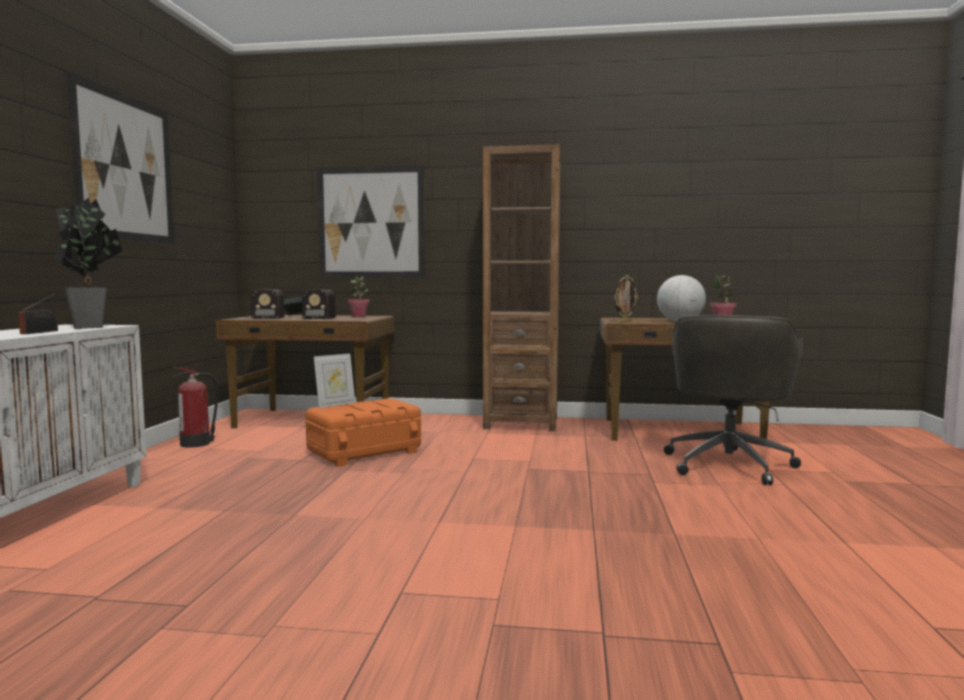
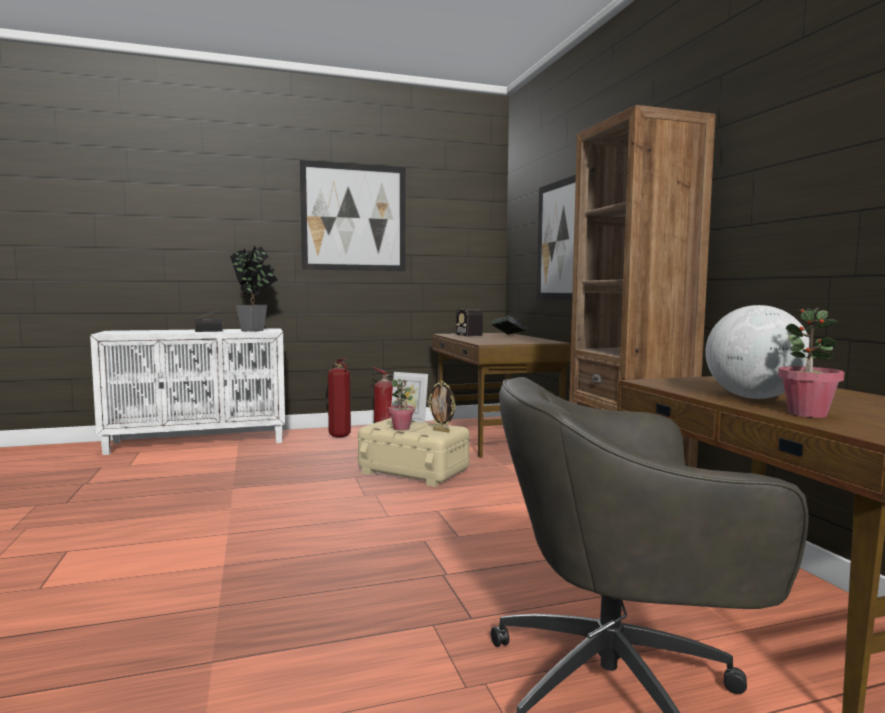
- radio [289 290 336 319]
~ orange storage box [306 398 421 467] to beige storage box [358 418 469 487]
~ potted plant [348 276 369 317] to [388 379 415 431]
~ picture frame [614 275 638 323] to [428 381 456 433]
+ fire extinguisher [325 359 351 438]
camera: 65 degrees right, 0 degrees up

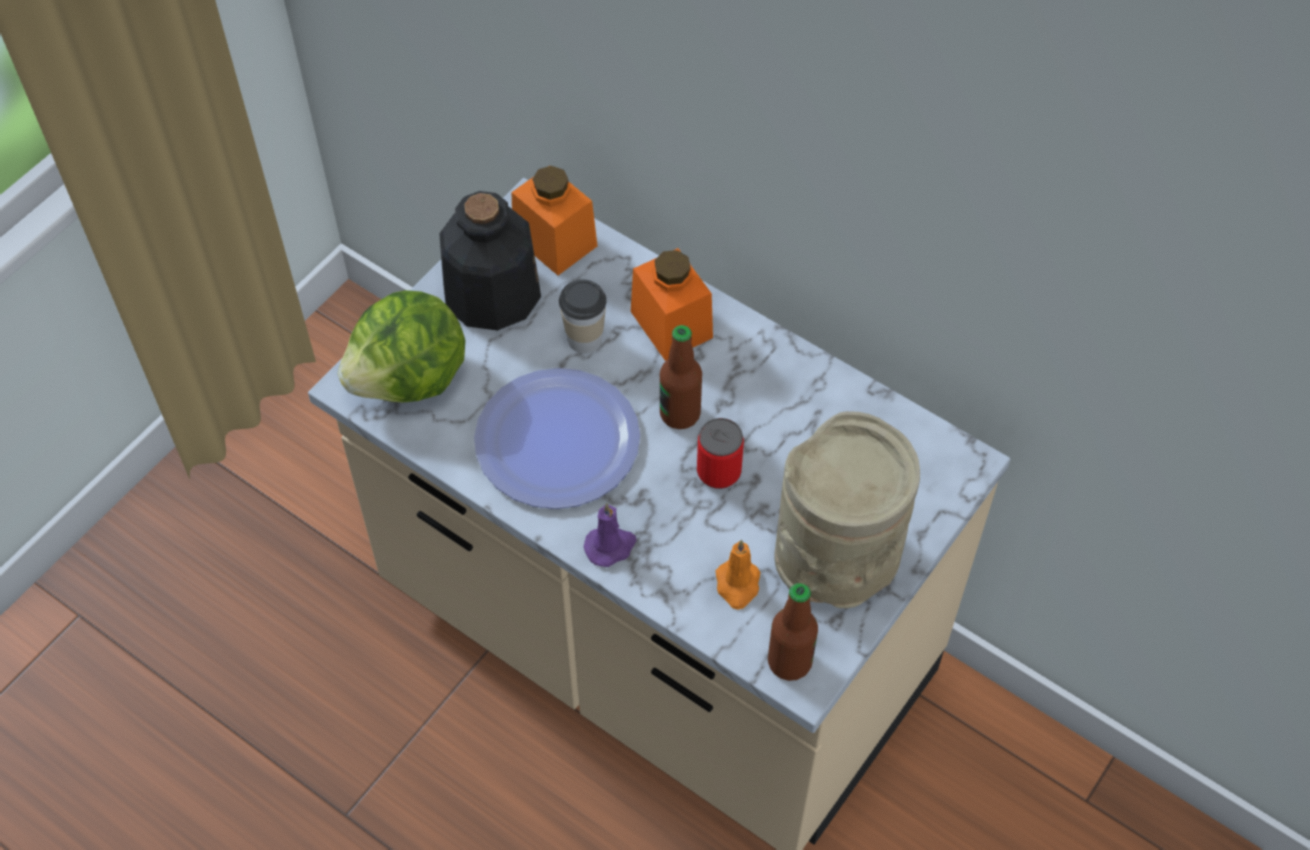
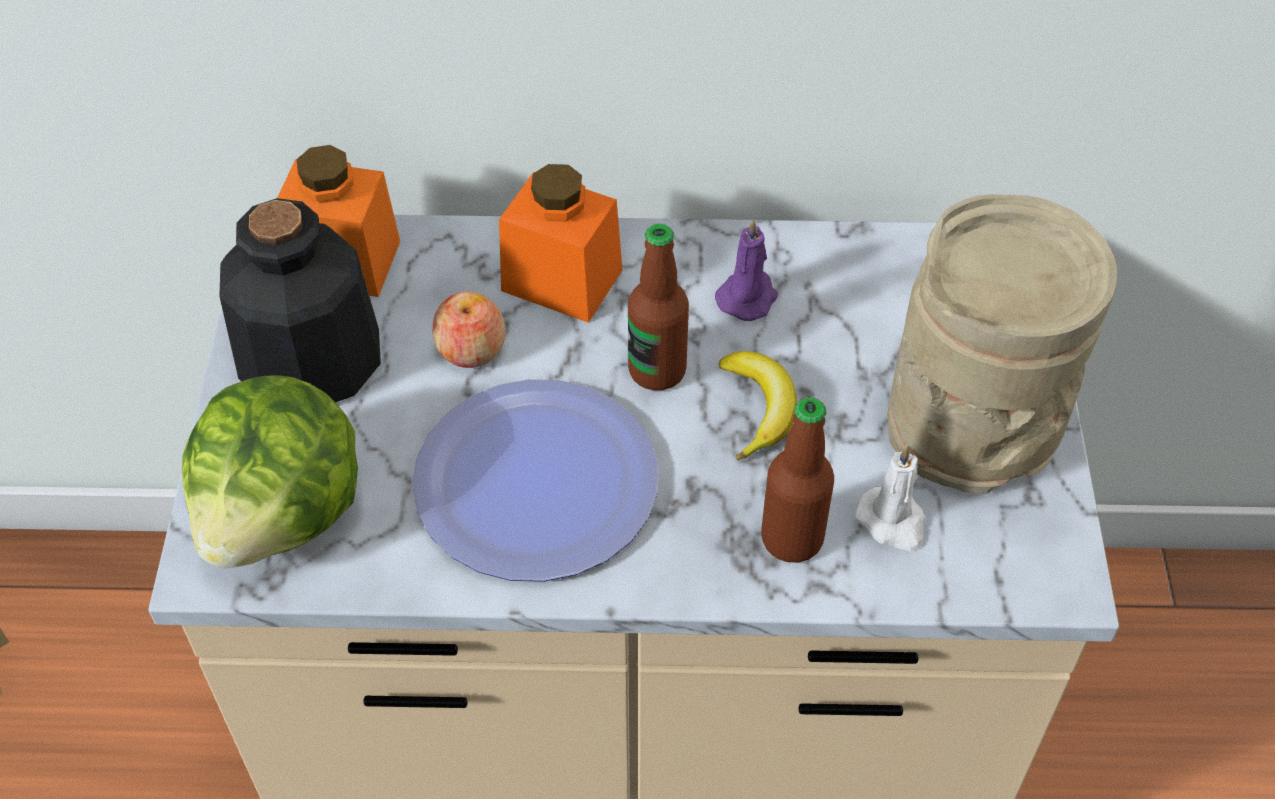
~ cup [559 279 607 353] to apple [432 291 506 368]
~ purple candle [584 503 636 567] to [715 218 778 321]
~ can [697 418 744 489] to banana [718 351 797 460]
~ orange candle [716 540 761 610] to white candle [855 444 926 551]
~ bottle [768 583 818 681] to [761 397 834 563]
camera: 35 degrees left, 5 degrees down

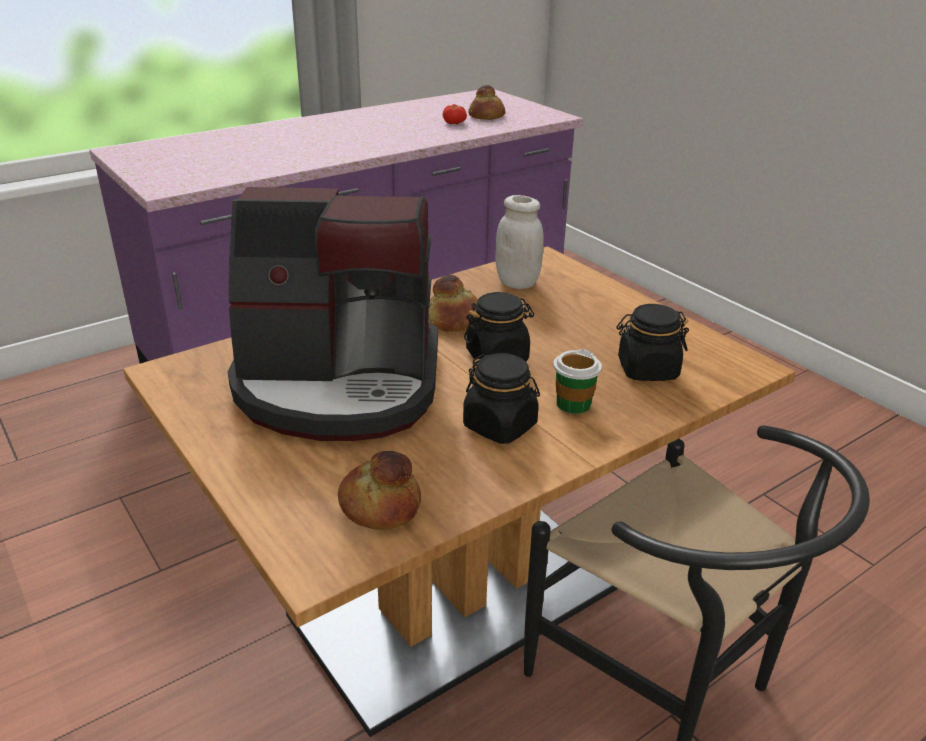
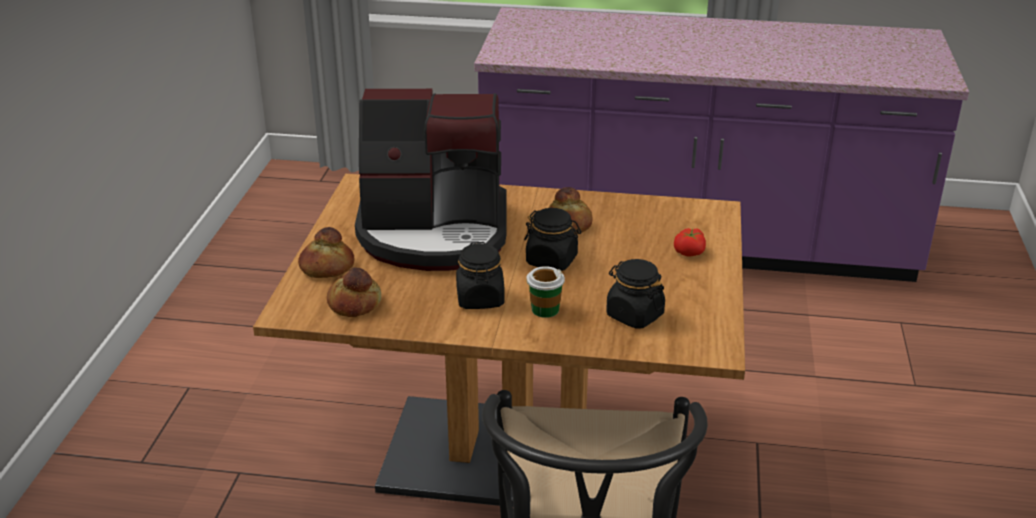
~ coffee machine [228 187 438 441] = [355 89 507 271] 45 degrees counterclockwise
~ tomato [443 104 467 124] to [674 228 706 256]
~ bread [468 85 505 120] to [298 227 355 278]
- white jar [495 195 544 289]
camera: 45 degrees right, 0 degrees up

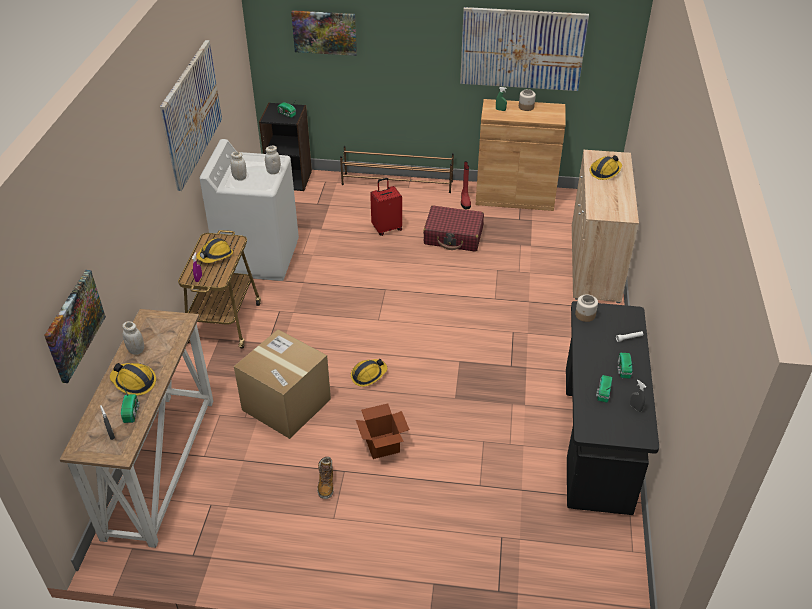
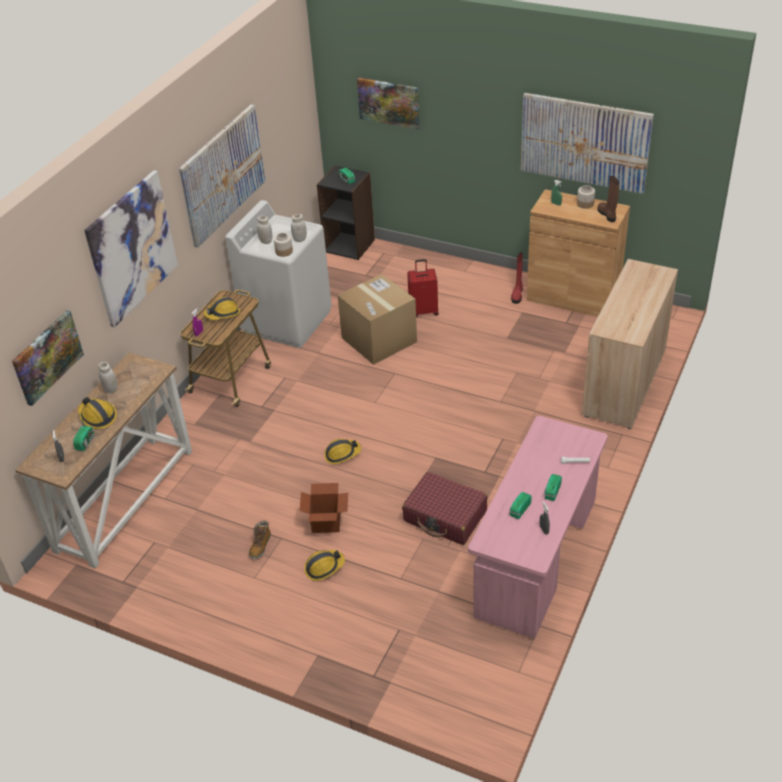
~ cardboard box [234 329 331 439] to [337 274 417 365]
- brown shoe rack [340 146 454 193]
~ red suitcase [423 205 484 252] to [402 472 488 545]
~ black desk [566 301 659 515] to pink desk [468 416 608 639]
~ jar [575 295 598 322] to [274 233 293 257]
~ hard hat [590 155 622 180] to [304 550 345 581]
+ picture [84 170 178 327]
+ brown boot [597 176 619 222]
camera: 20 degrees right, 0 degrees up

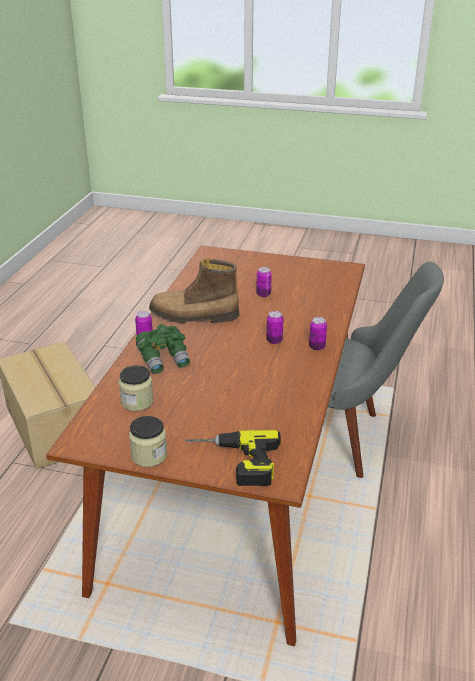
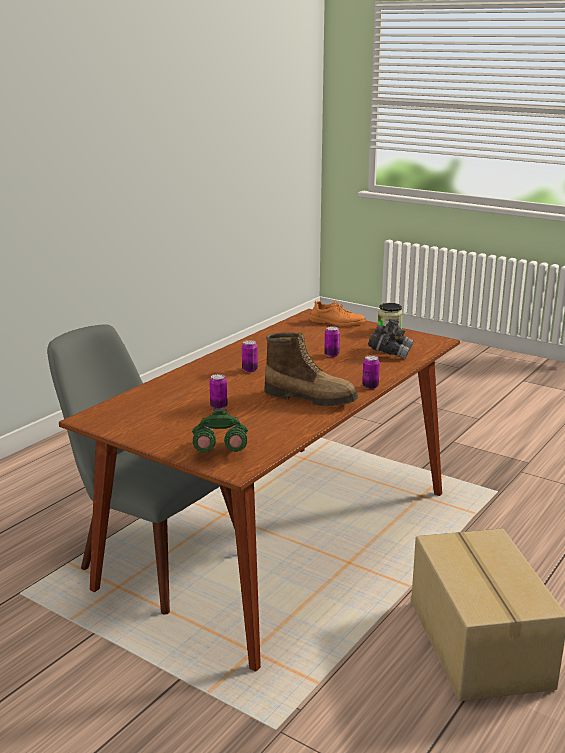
~ jar [119 365 154 411] to grey binoculars [368 319 414 359]
~ green binoculars [136 324 190 374] to [192 409 248 453]
~ power drill [185 430 281 486] to orange shoe [309 300 365 326]
~ can [309 317 327 350] to [324 326 340 357]
camera: 160 degrees left, 10 degrees down

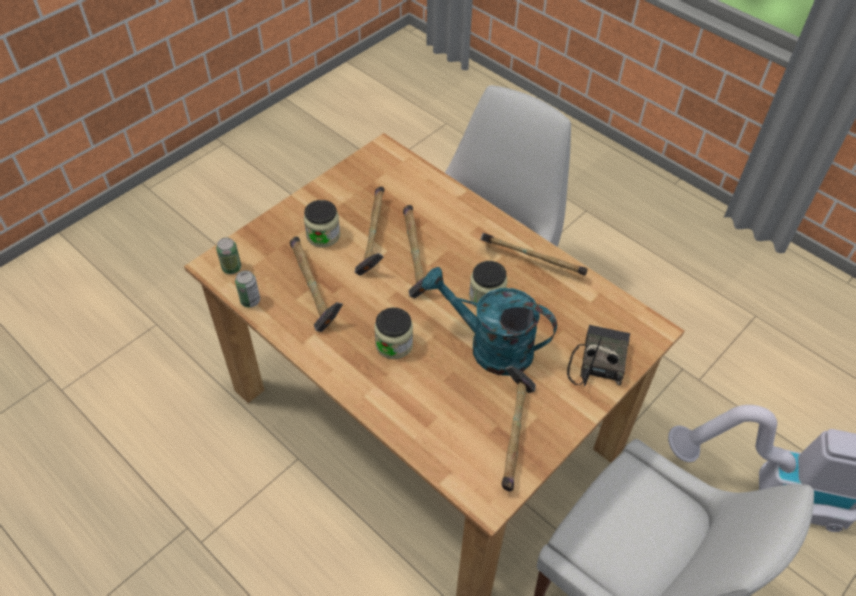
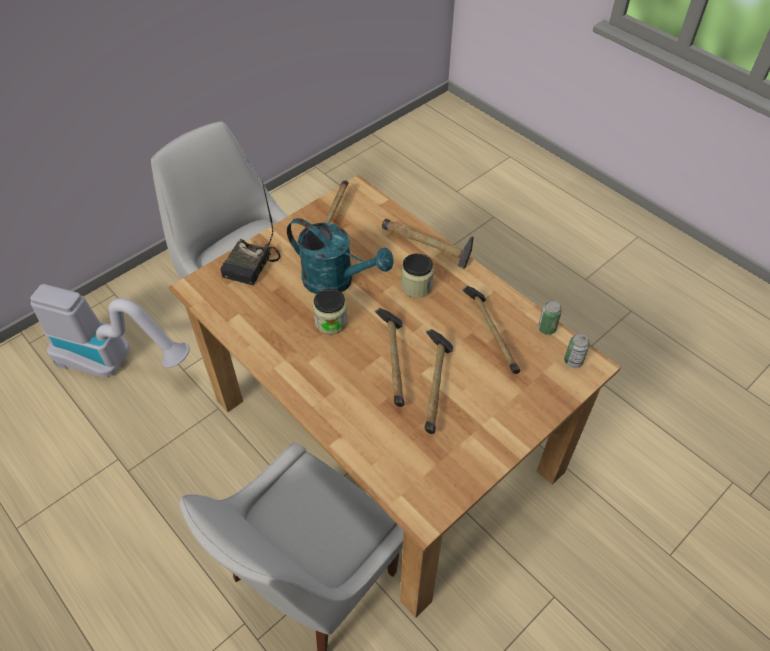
- jar [304 200 340 247]
~ hammer [480 233 588 275] to [382 219 474 269]
camera: 175 degrees left, 0 degrees up

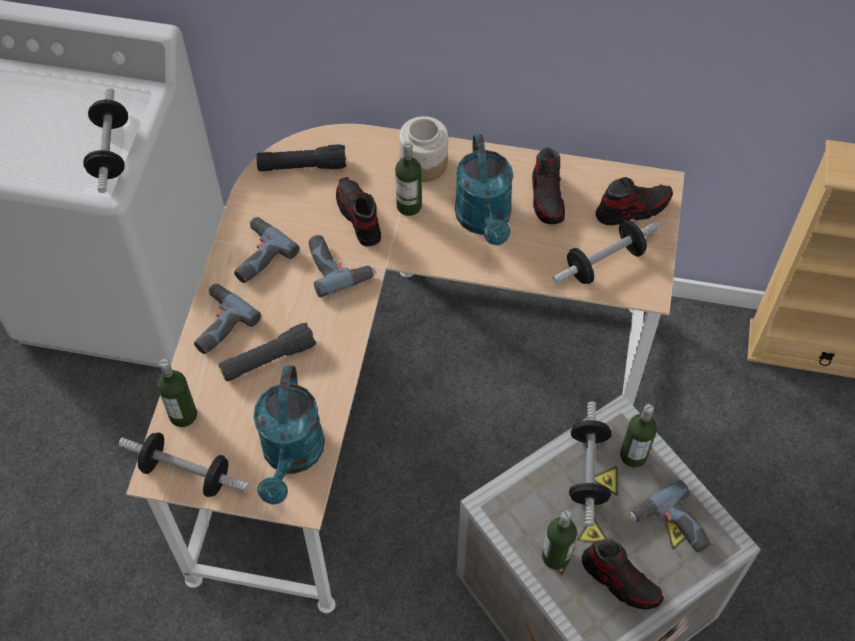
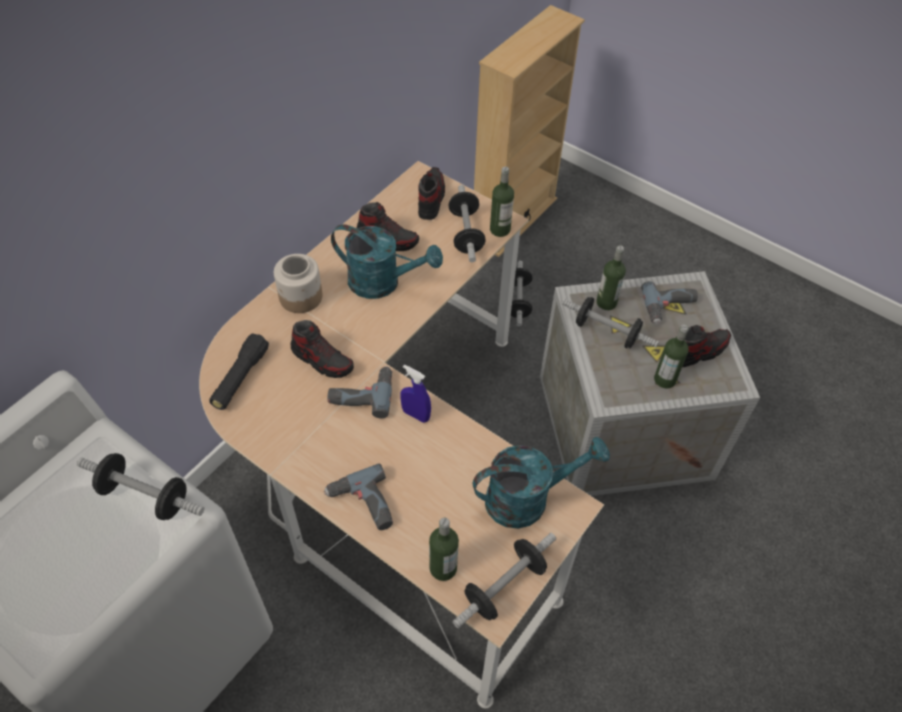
- black flashlight [218 323 316 381]
- power drill [234 217 300 283]
~ turquoise watering can [253 365 325 505] = [473 437 610 529] 45 degrees counterclockwise
~ shoe [336 177 381 246] = [291 320 354 378] 150 degrees counterclockwise
~ bottle [395 141 422 216] to [490 167 514 237]
+ blue spray bottle [401 365 431 423]
+ dumbbell [511 261 532 326]
camera: 65 degrees left, 5 degrees down

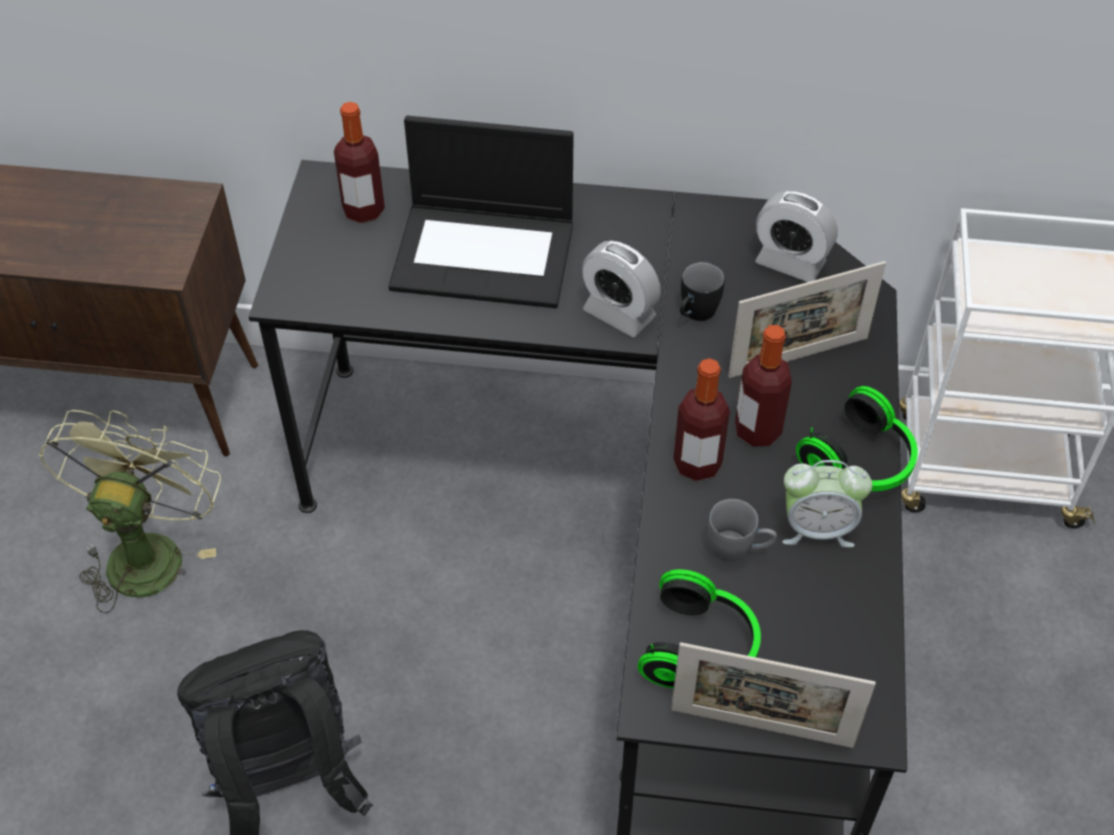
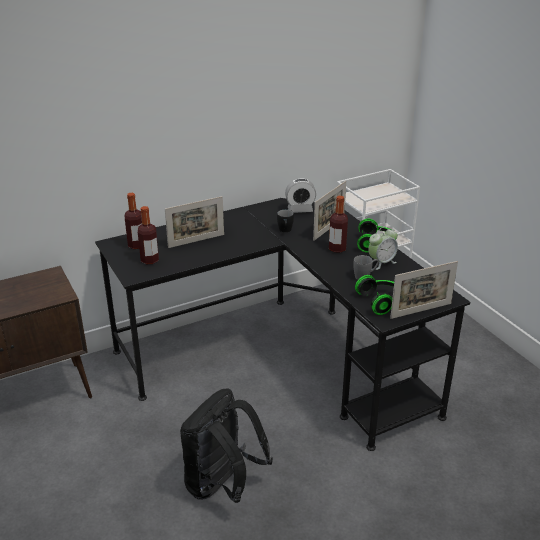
- green fan [39 410 221 613]
~ laptop [388 116 574 308] to picture frame [165 196 224 248]
- alarm clock [582 241 661 337]
~ bottle [673 358 730 481] to [138 206 159 264]
camera: 35 degrees left, 20 degrees down

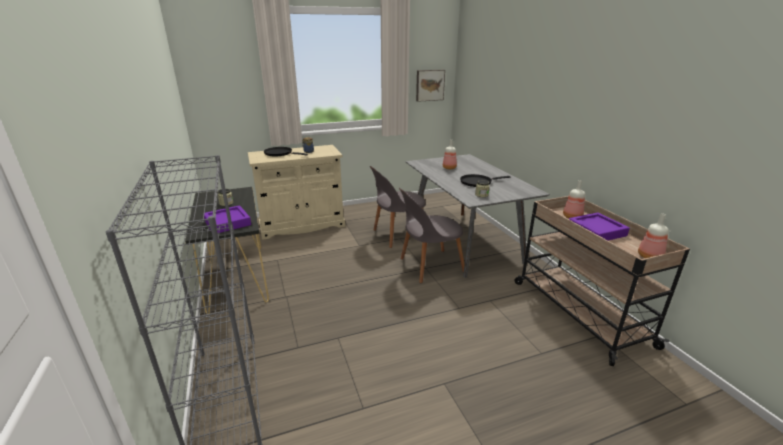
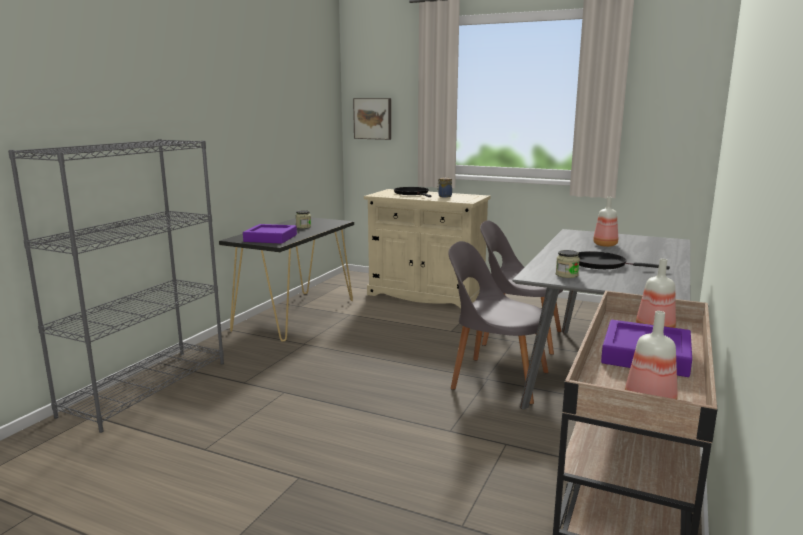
~ picture [416 70 445 102] to [353 98 391 140]
camera: 45 degrees right, 10 degrees down

